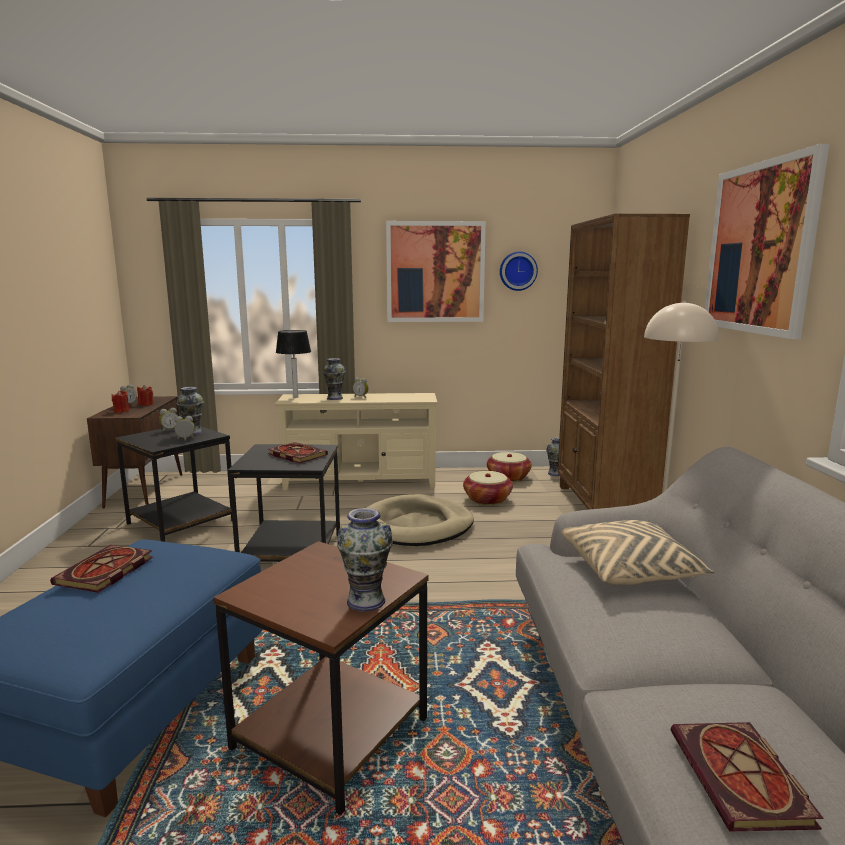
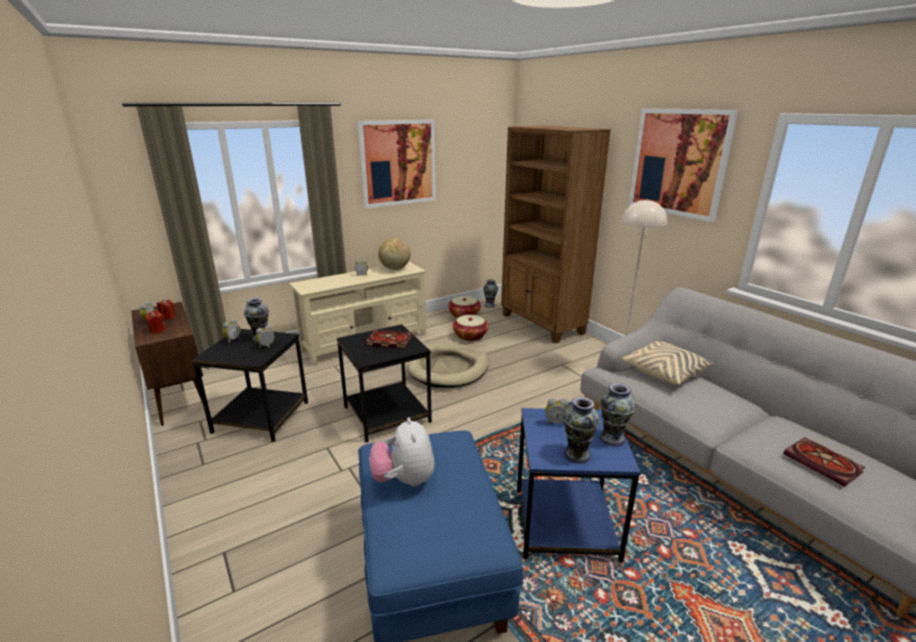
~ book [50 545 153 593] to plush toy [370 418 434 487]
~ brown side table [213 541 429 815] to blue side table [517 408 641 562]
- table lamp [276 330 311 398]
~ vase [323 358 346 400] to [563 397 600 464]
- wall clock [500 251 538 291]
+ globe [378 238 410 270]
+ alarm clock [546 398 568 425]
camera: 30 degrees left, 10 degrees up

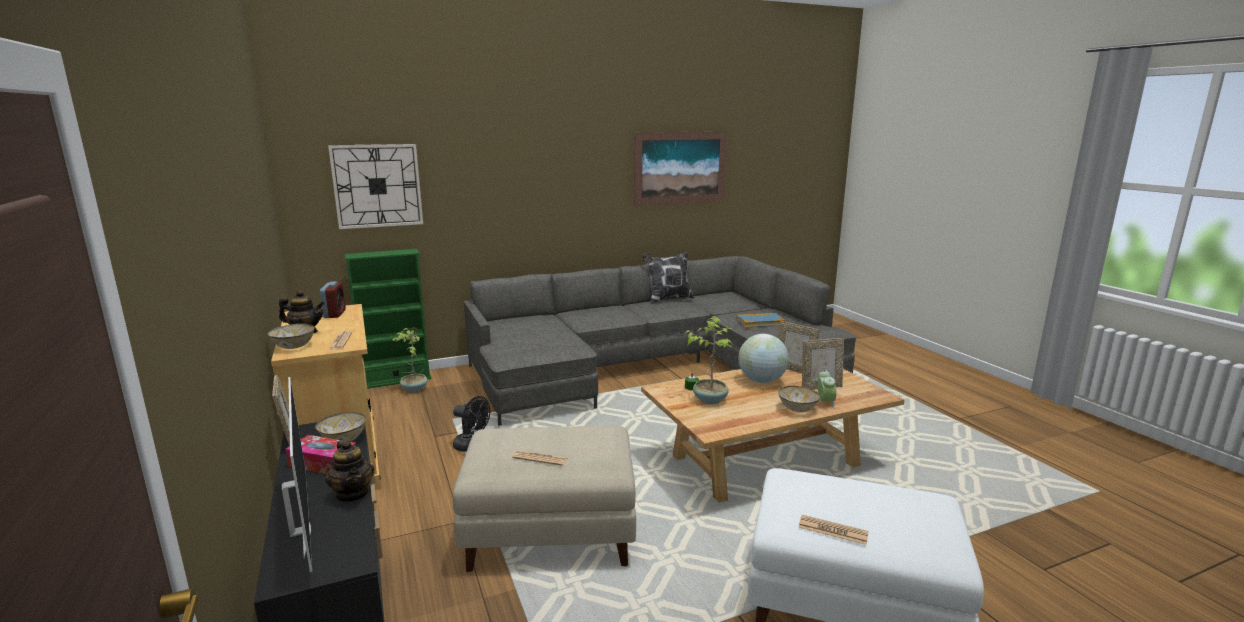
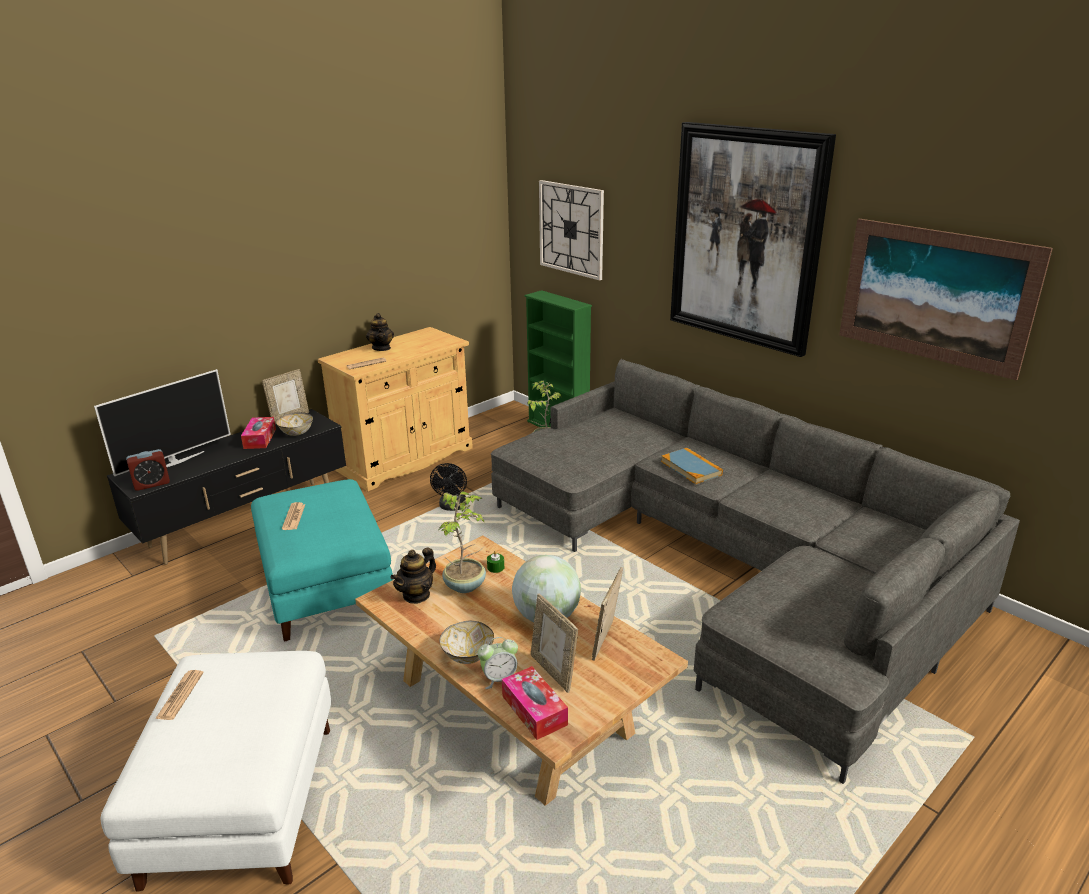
- bowl [268 323 315 349]
~ alarm clock [320 281 346 318] to [126 449 170 491]
~ teapot [325 440 374 502] to [390 547 436 604]
~ beige ottoman [453 426 636 572] to turquoise ottoman [251 479 393 641]
- pillow [642 252 694 304]
~ book [737 313 785 328] to [661 448 723 484]
+ tissue box [502 666 568 740]
+ picture [670 122 836 357]
camera: 70 degrees right, 10 degrees up

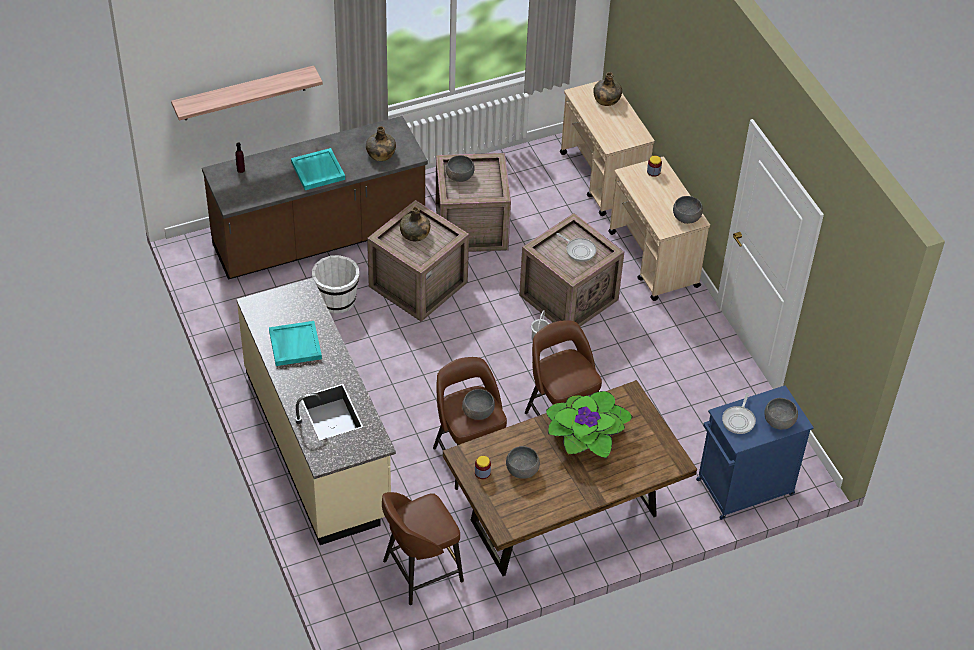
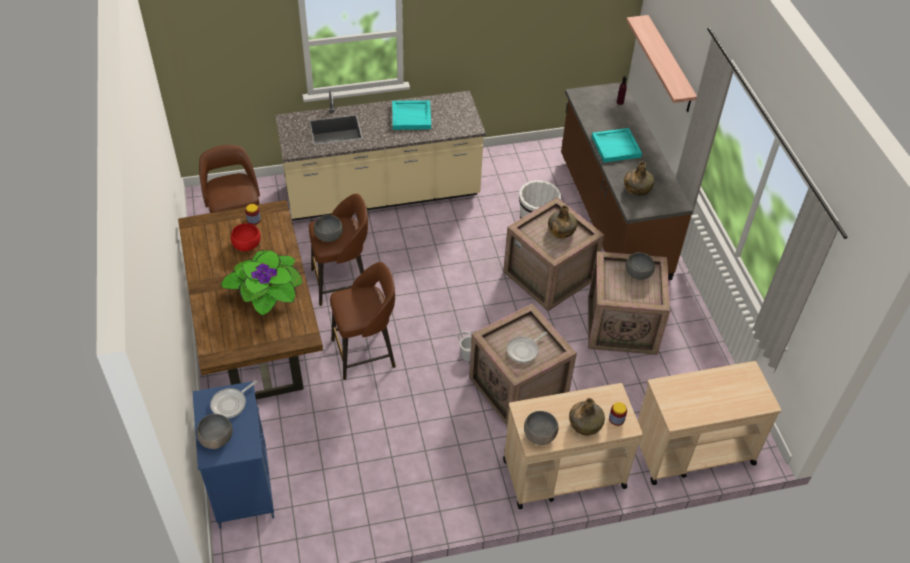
~ grey bowl [506 446 540 479] to red bowl [231 223 261 251]
~ green bottle [593 72 622 106] to [569 398 605 436]
~ frying pan [722 393 756 434] = [210 380 257 418] 75 degrees counterclockwise
camera: 100 degrees right, 0 degrees up

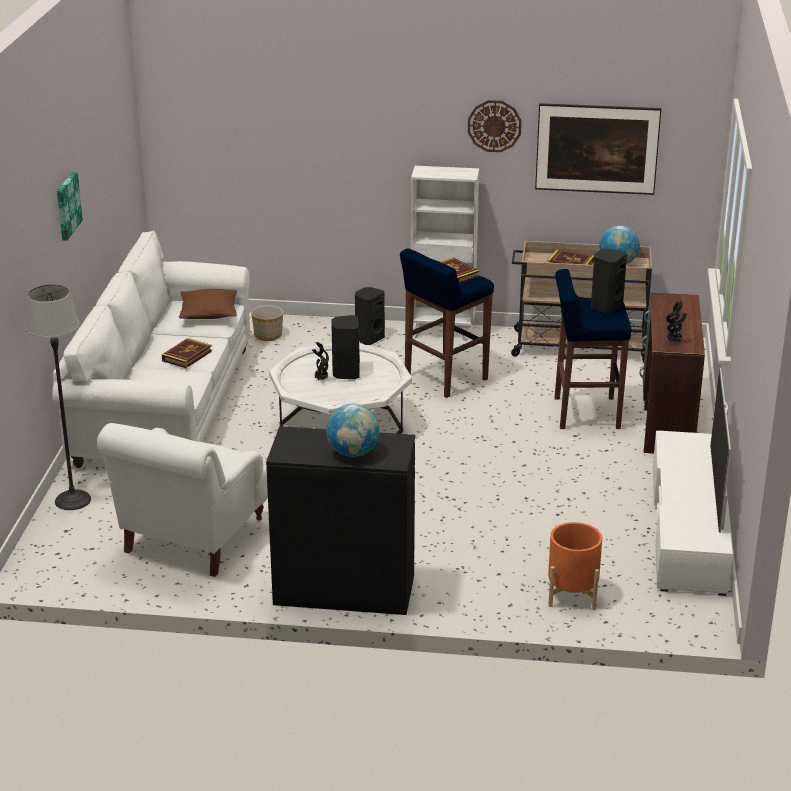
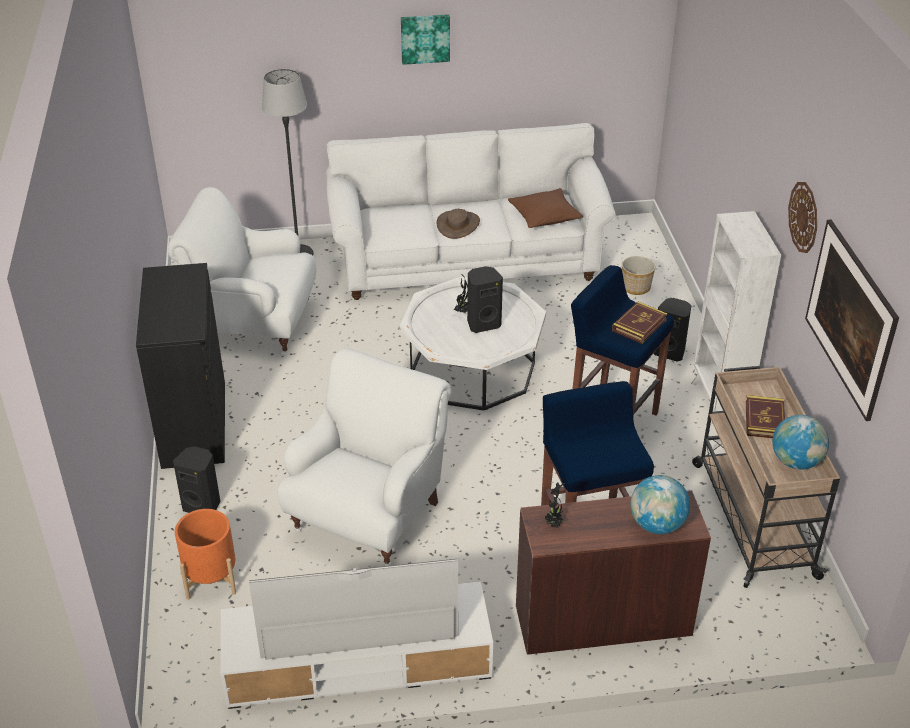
~ book [162 338 212 368] to brown hat [437 209 480 239]
~ globe [326 404 380 457] to [631 475 690 534]
~ black speaker [591 248 627 314] to [173 447 220 513]
+ white armchair [278 348 451 566]
camera: 75 degrees right, 10 degrees up

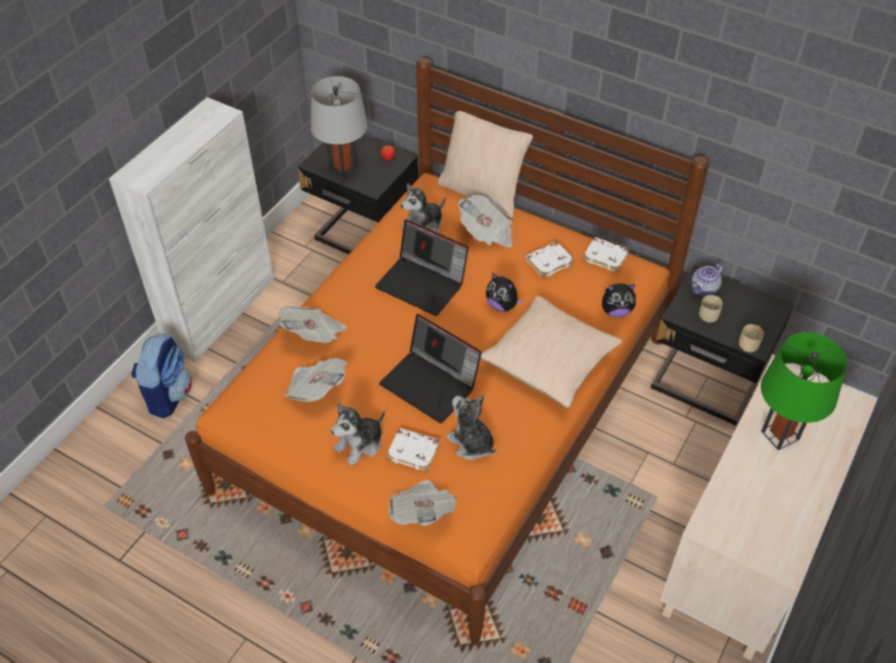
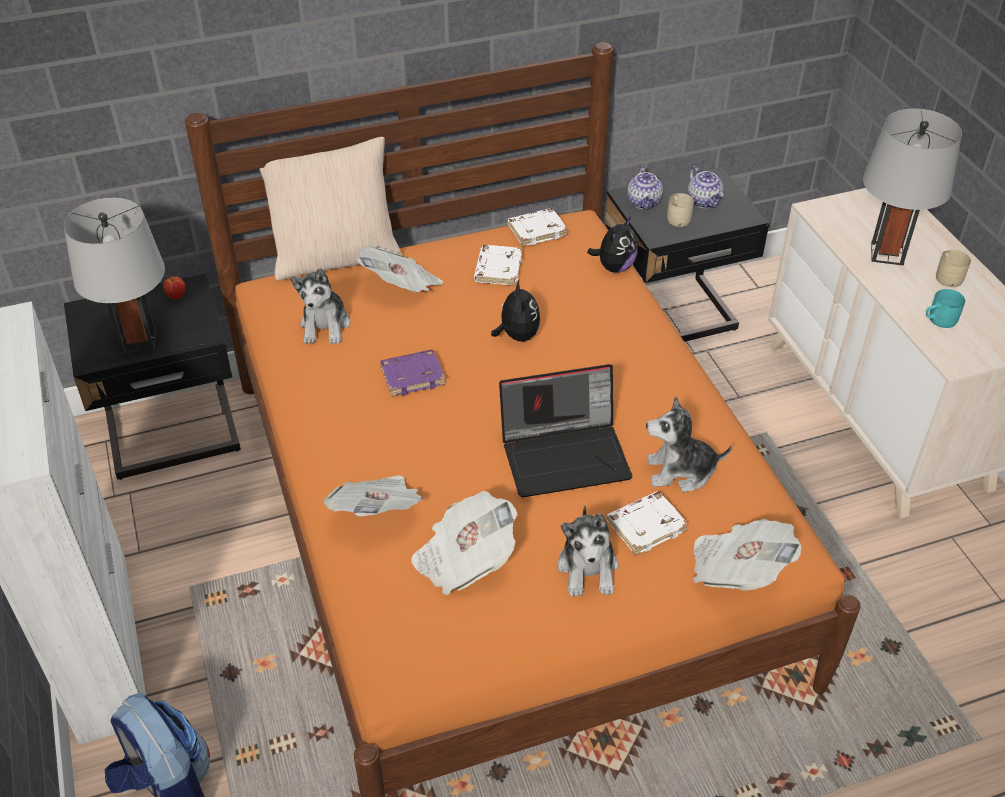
~ laptop [375 220 469 316] to purple book [380 349 446 397]
- beige pillow [480 296 623 408]
~ plush toy [486 272 524 312] = [491 280 540 341] 90 degrees counterclockwise
~ beige mug [739 324 764 352] to [936 250 971 287]
~ green table lamp [761 332 847 450] to grey table lamp [863 108 962 266]
+ teapot [688 166 724 208]
+ turquoise mug [926 289 965 328]
camera: 50 degrees left, 5 degrees down

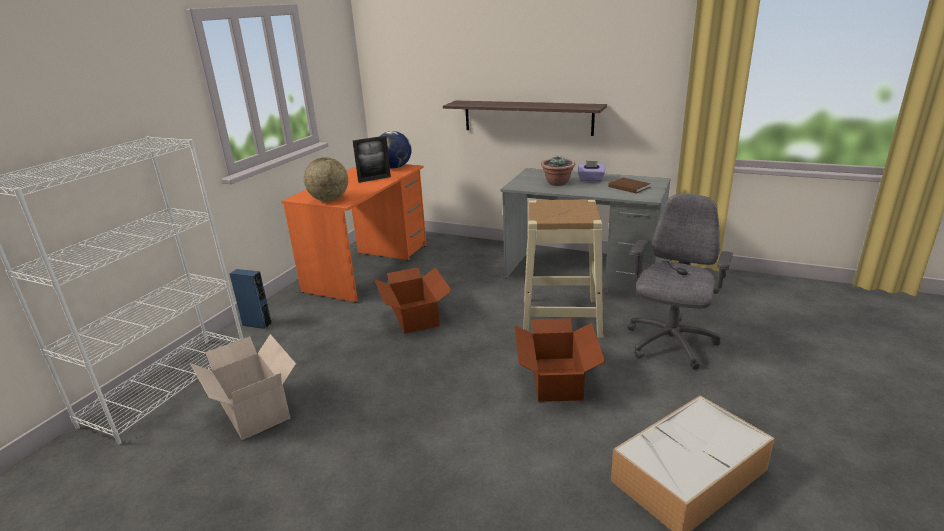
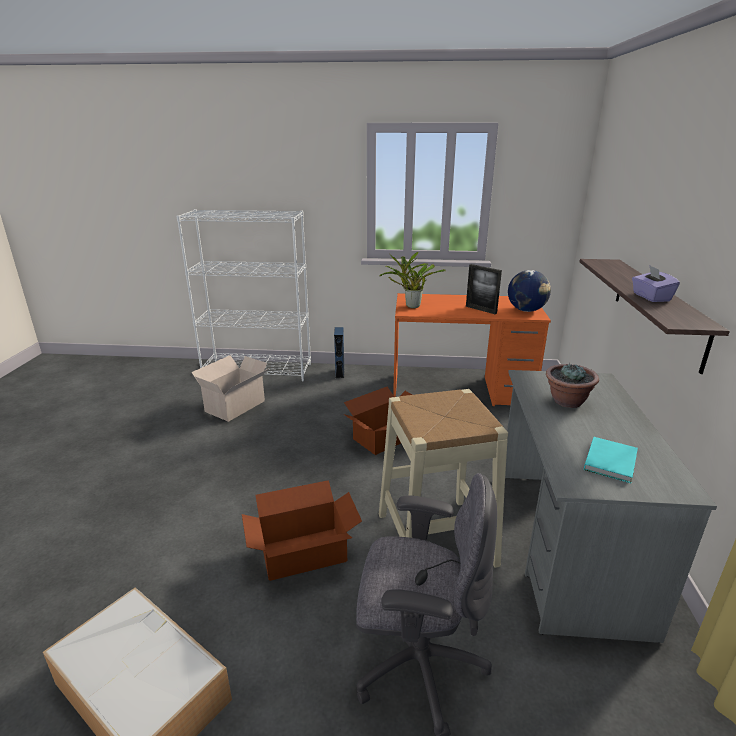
~ globe [304 157 348 201] to potted plant [379 252 446 308]
~ purple tissue box [578 161 605 182] to [632 266 680 302]
~ brown book [608 177 651 193] to turquoise book [584 437 638 483]
camera: 70 degrees right, 0 degrees up

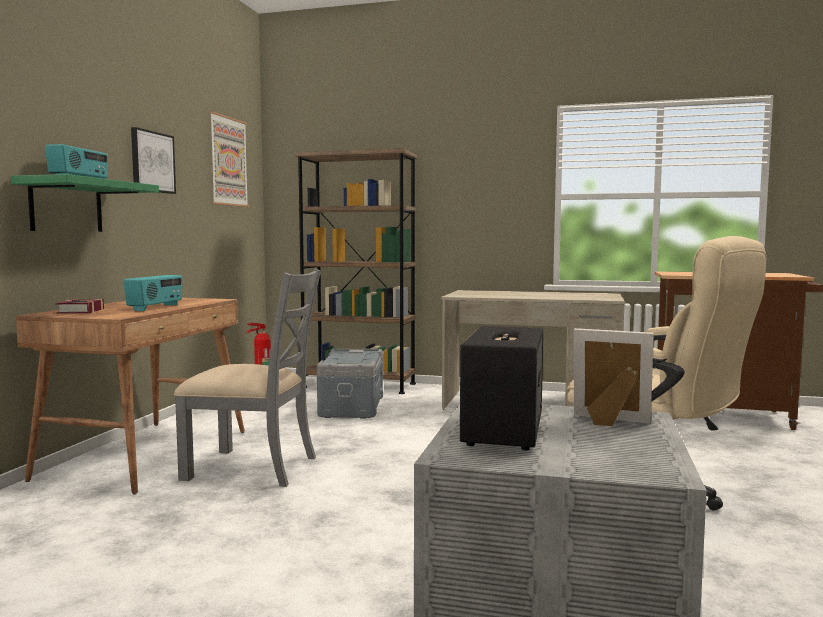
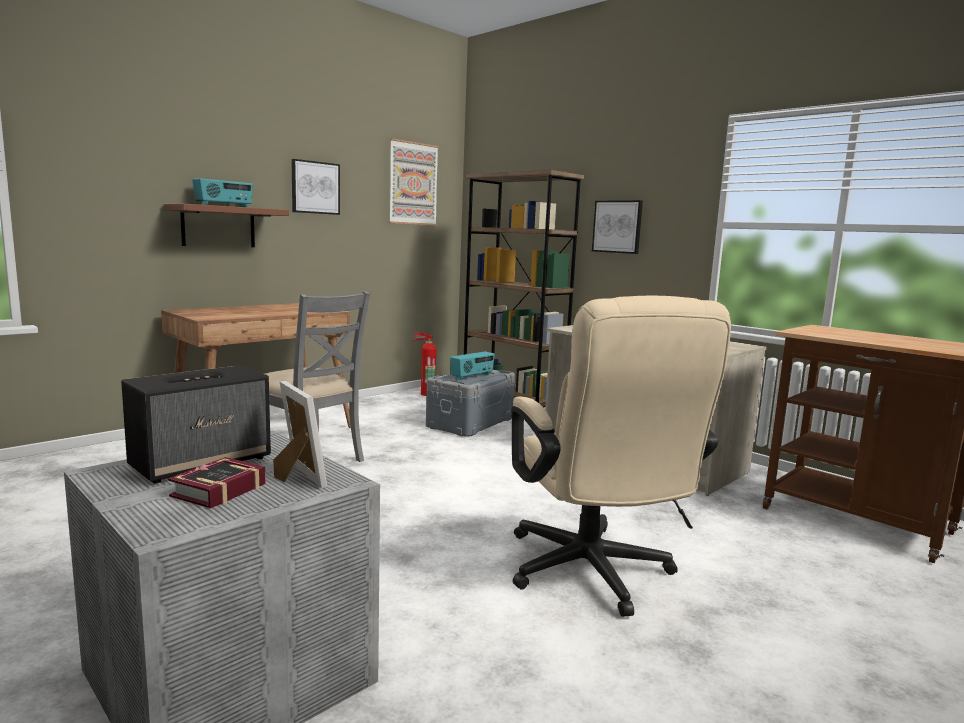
~ green shelf [11 174 159 232] to brown shelf [164 204 289 247]
~ book [56 299 104 314] to [168 457 266 509]
~ radio [123 275 182 311] to [450 352 495 380]
+ picture [592 200 643 254]
camera: 30 degrees right, 5 degrees up

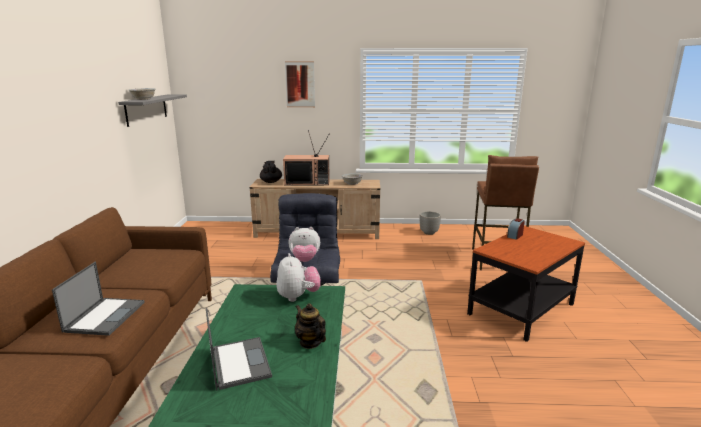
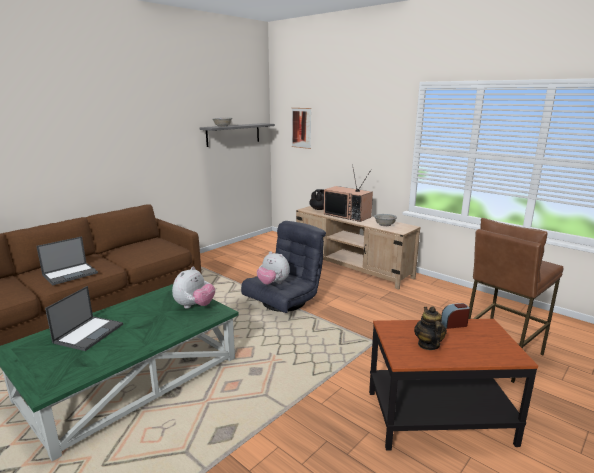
~ picture [285 61 315 107] to [292 108 311 149]
~ teapot [295 303 326 349] to [414 306 447 350]
- planter [420 211 441 235]
camera: 40 degrees right, 0 degrees up

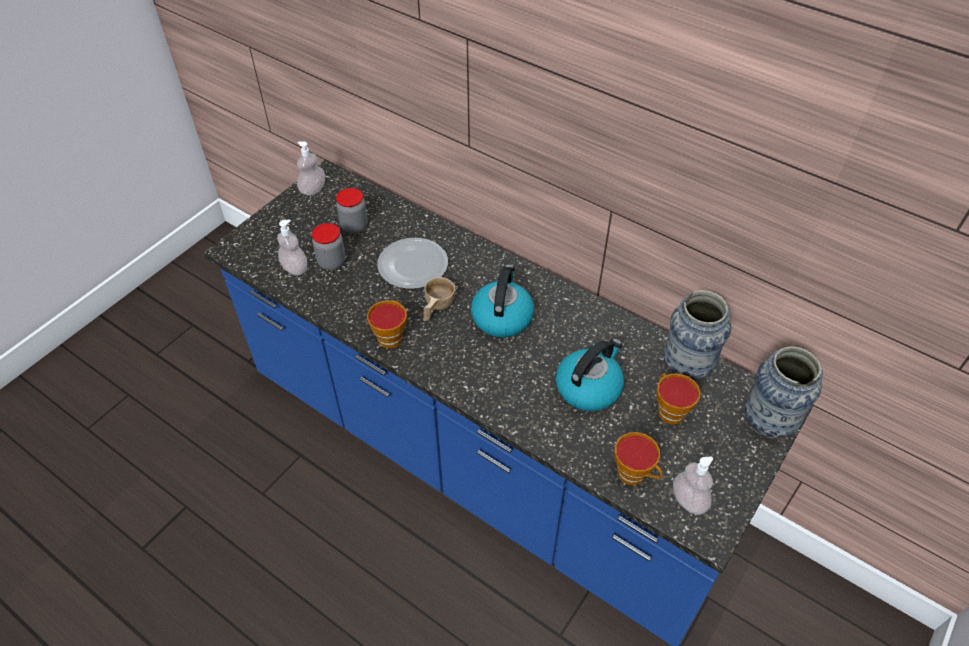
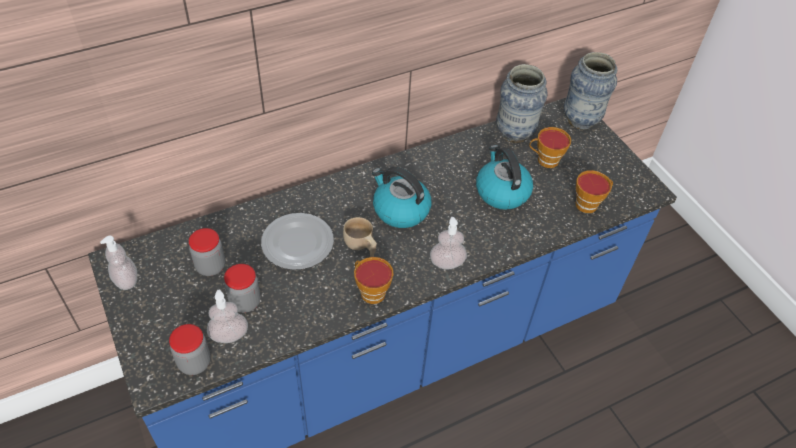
~ soap dispenser [673 457 713 515] to [430 217 467 270]
+ jar [169 324 211 375]
camera: 65 degrees left, 0 degrees up

